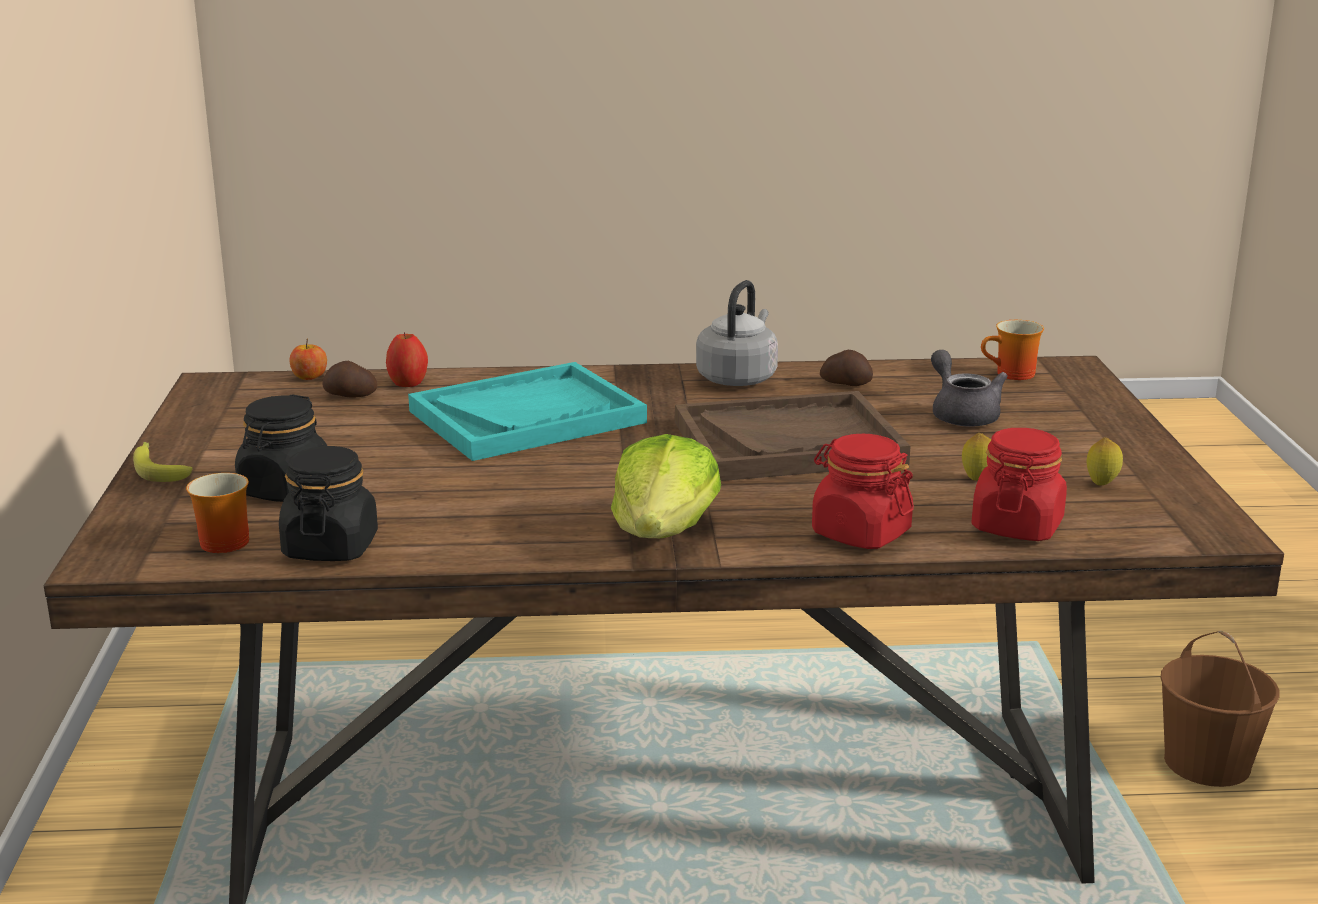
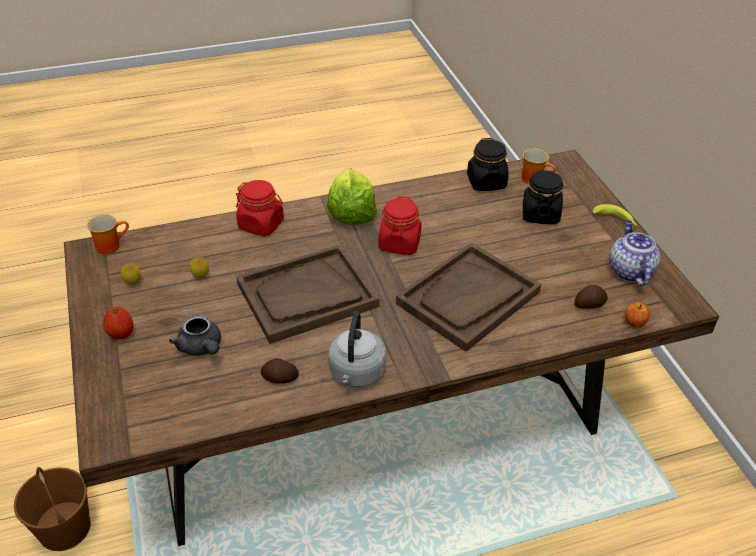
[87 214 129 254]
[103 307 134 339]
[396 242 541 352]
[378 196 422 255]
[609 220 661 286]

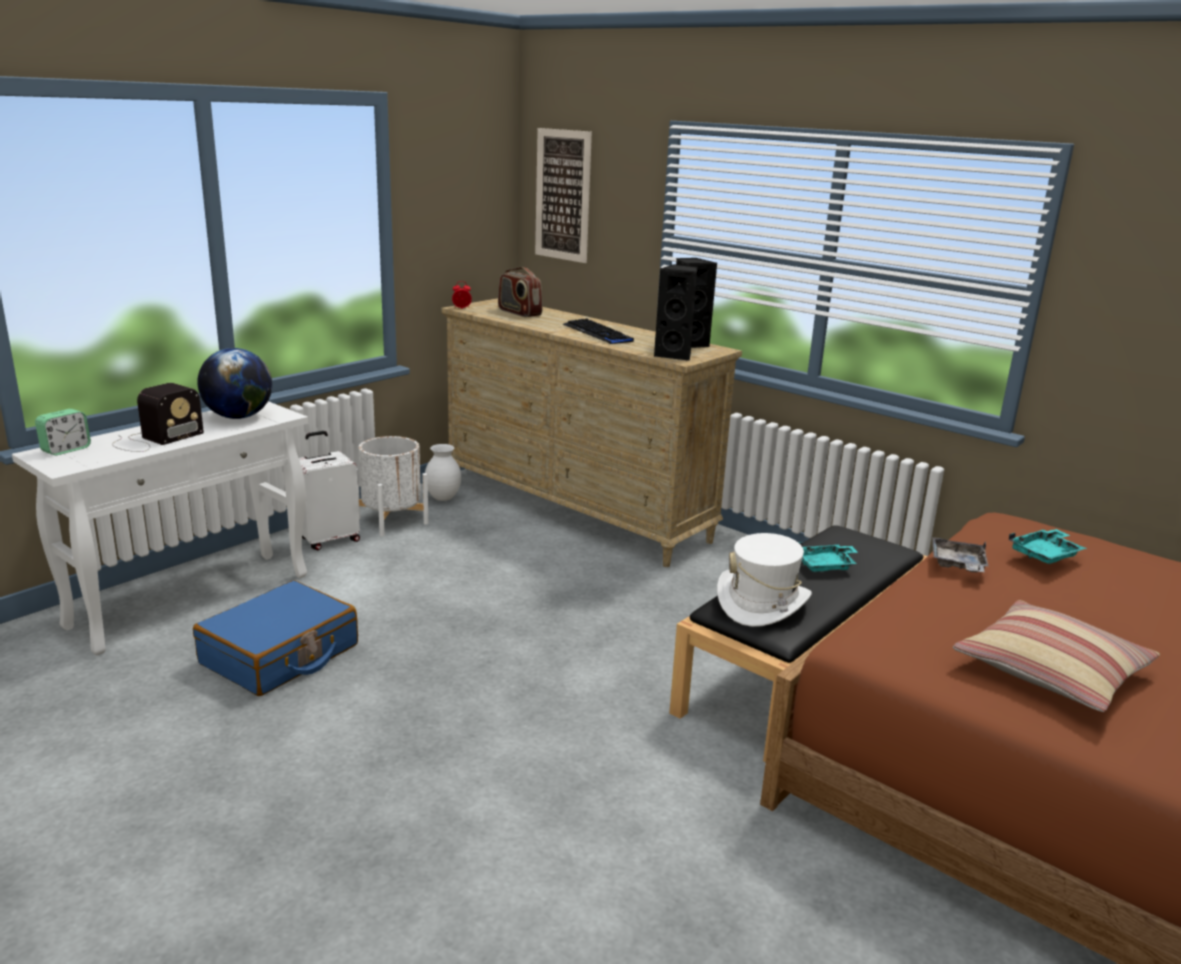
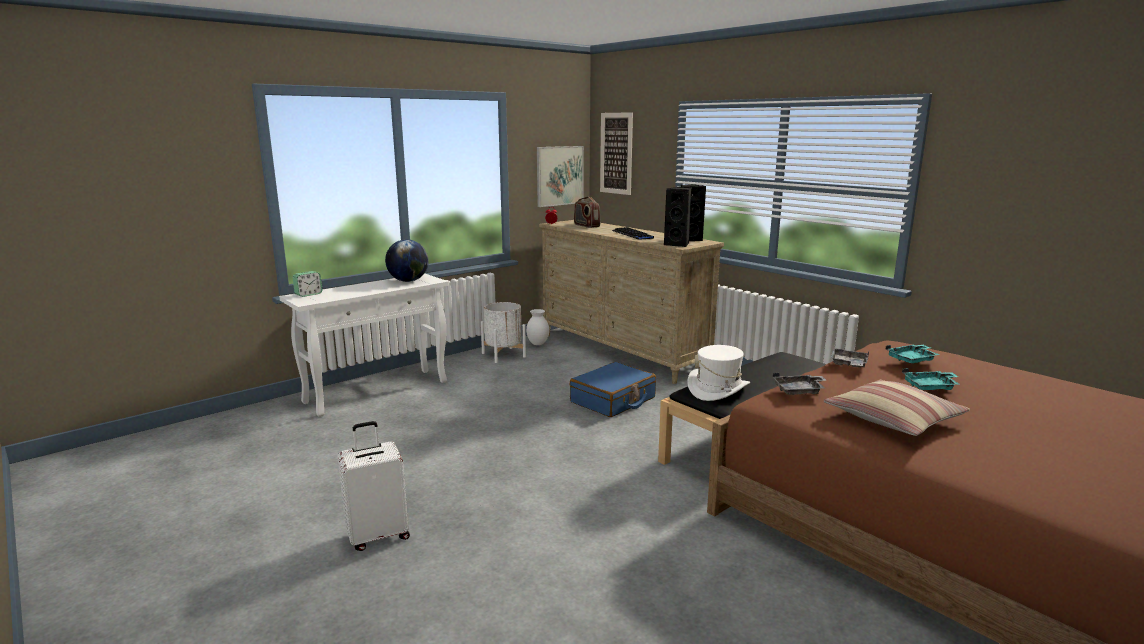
[112 383 204 452] (first image)
[338 421 410 551]
[902 368 960 390]
[570 362 656 417]
[537 146 584 207]
[773 373 827 395]

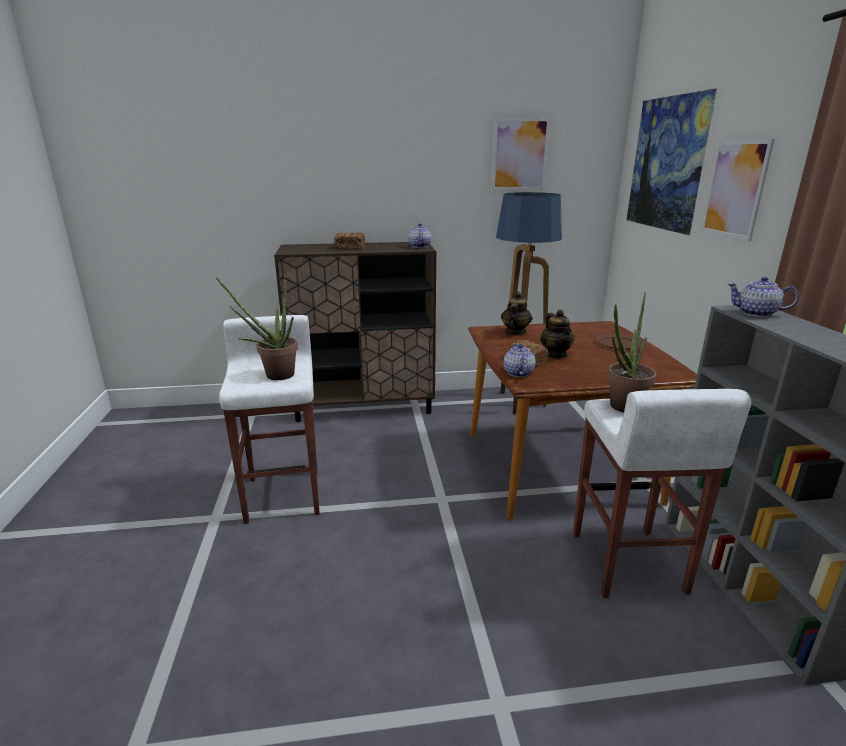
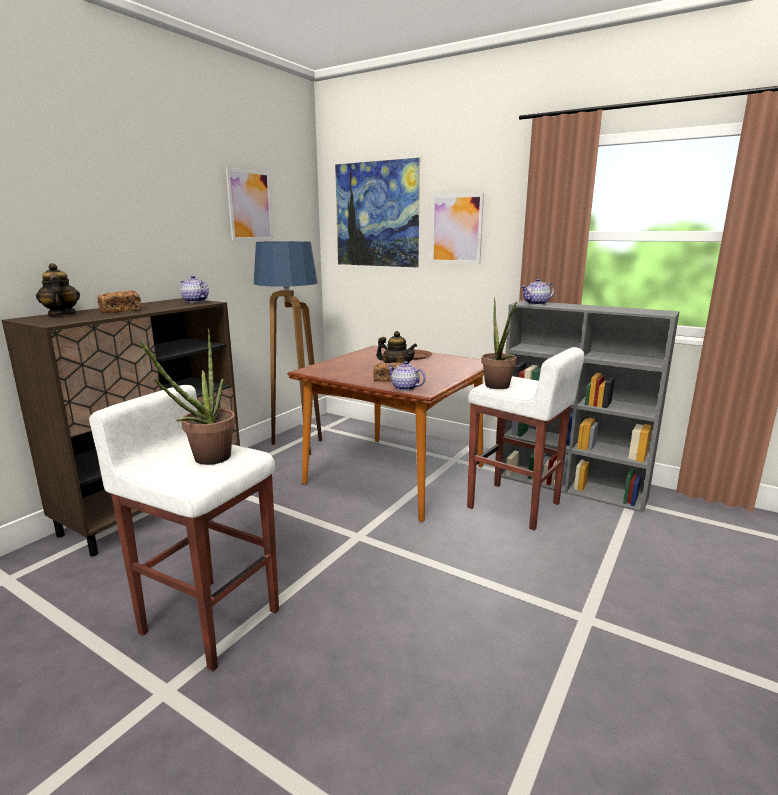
[36 263 80 316]

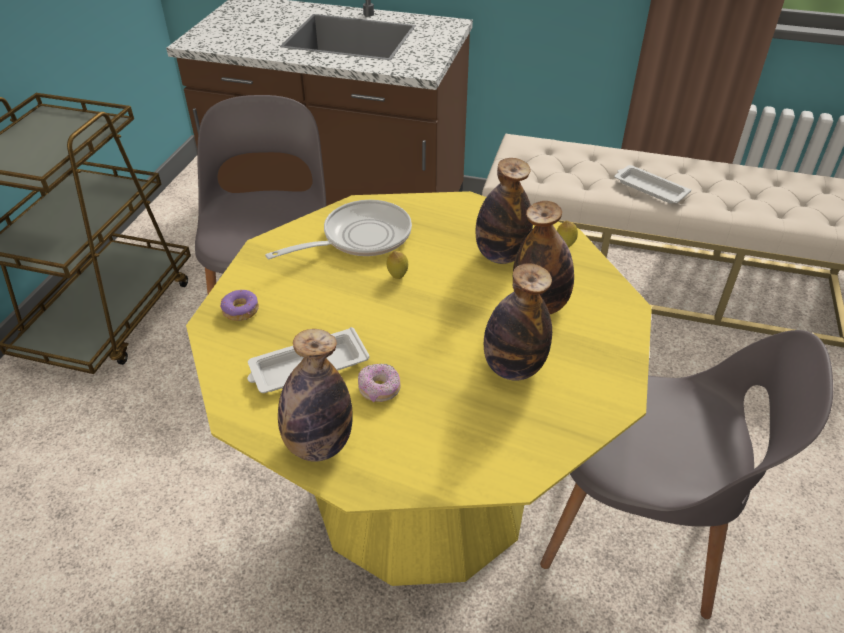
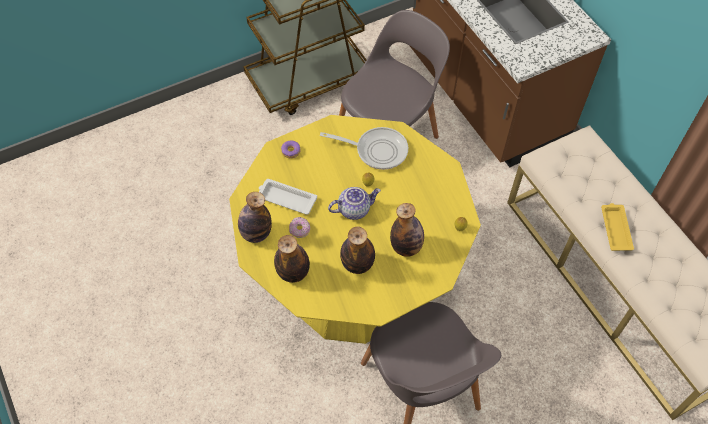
[274 235 310 283]
[601 203 634 251]
[328 187 381 220]

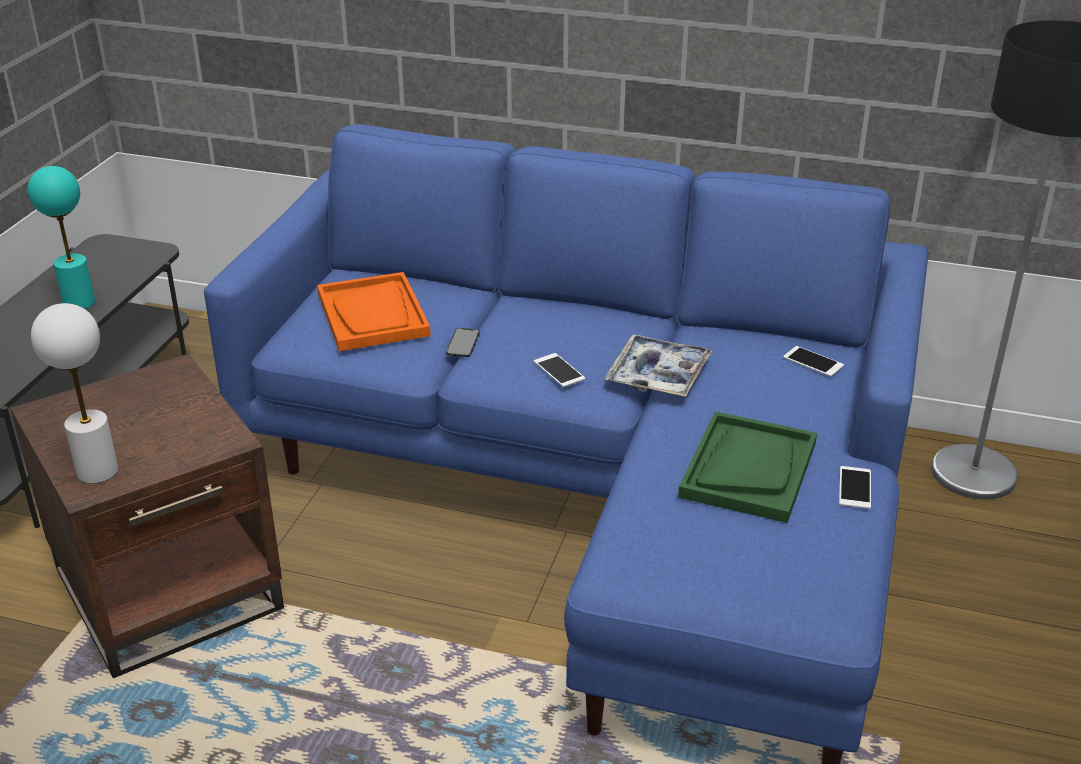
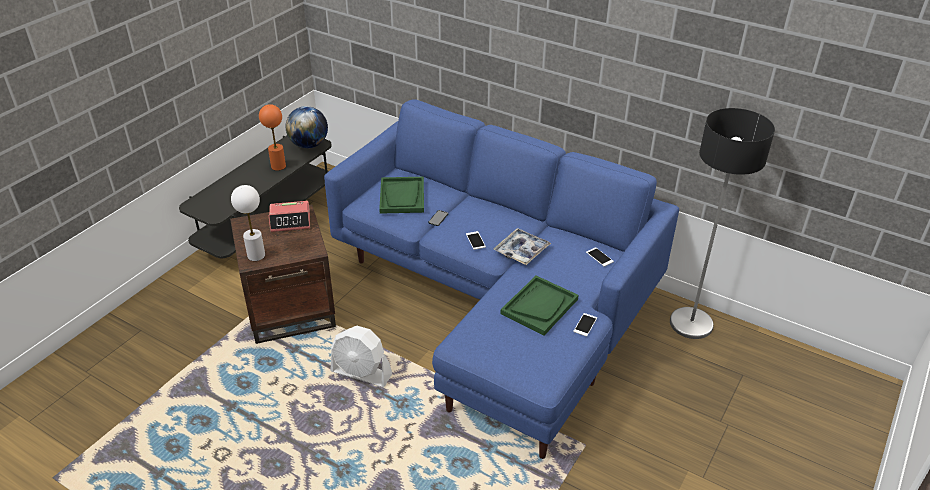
[259 104 286 171]
[379 177 424 214]
[286 106 328 148]
[269 201 310 232]
[330 326 392 387]

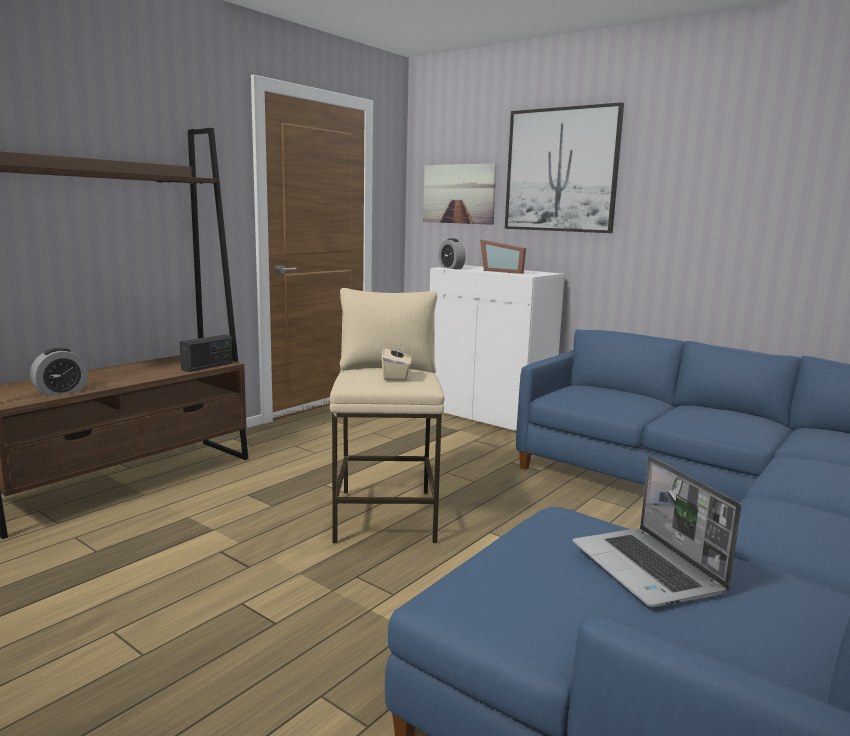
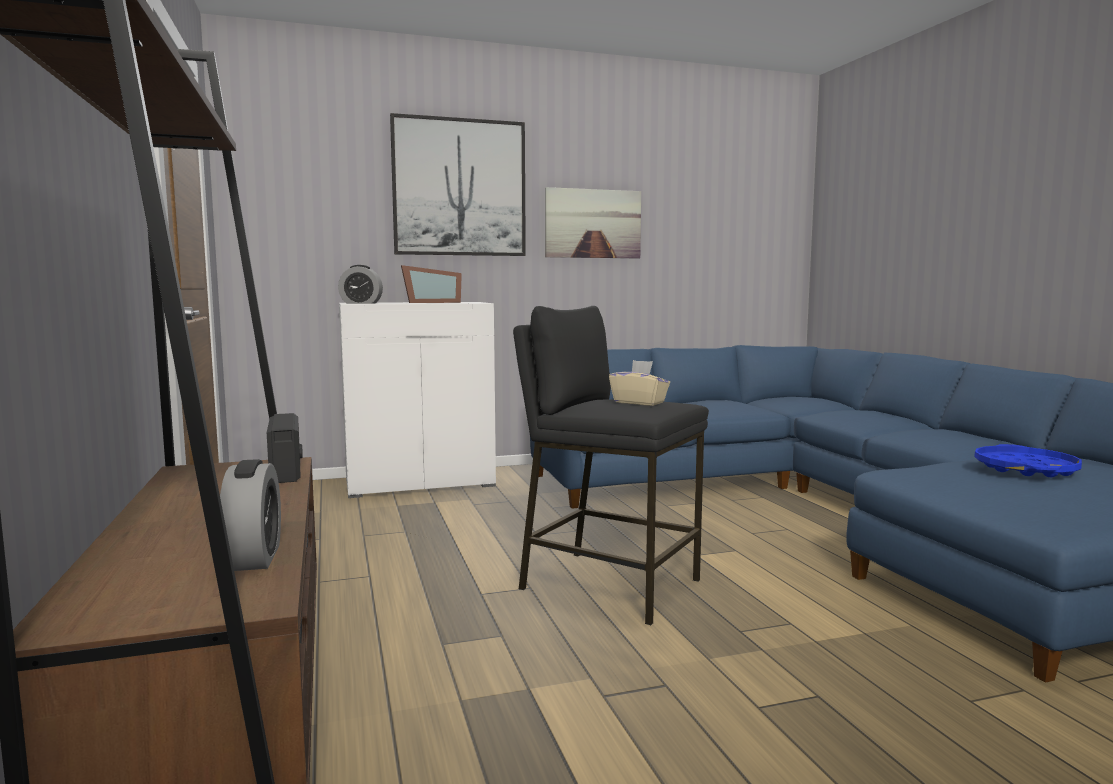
[545 187 641 258]
[513 306 709 625]
[974 444 1082 478]

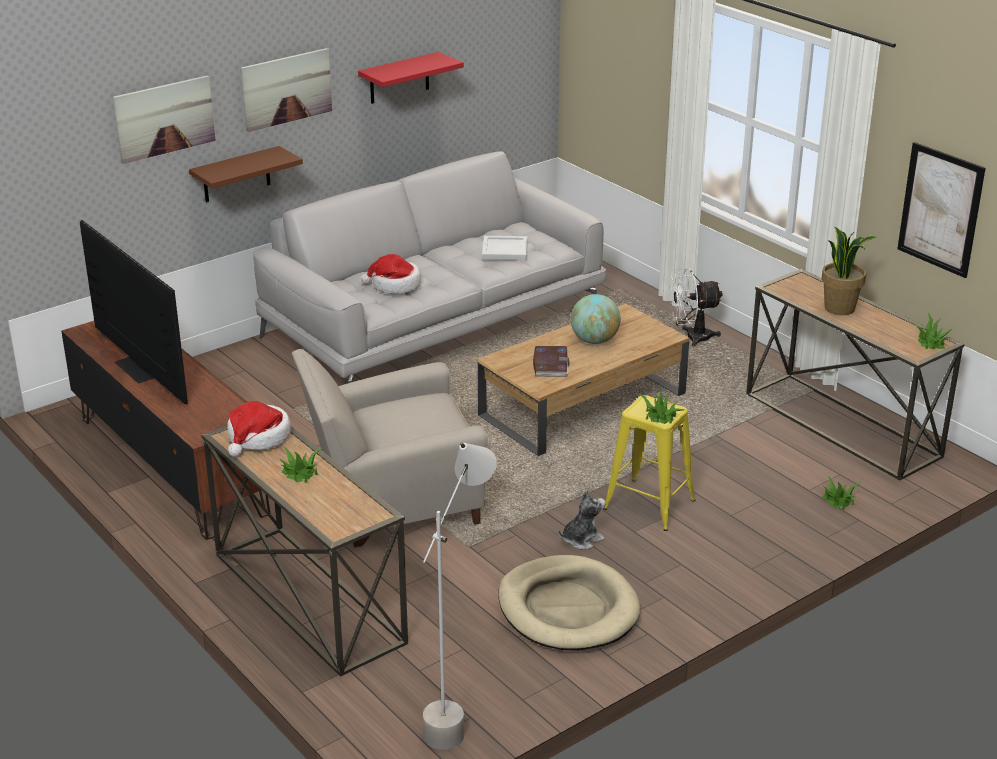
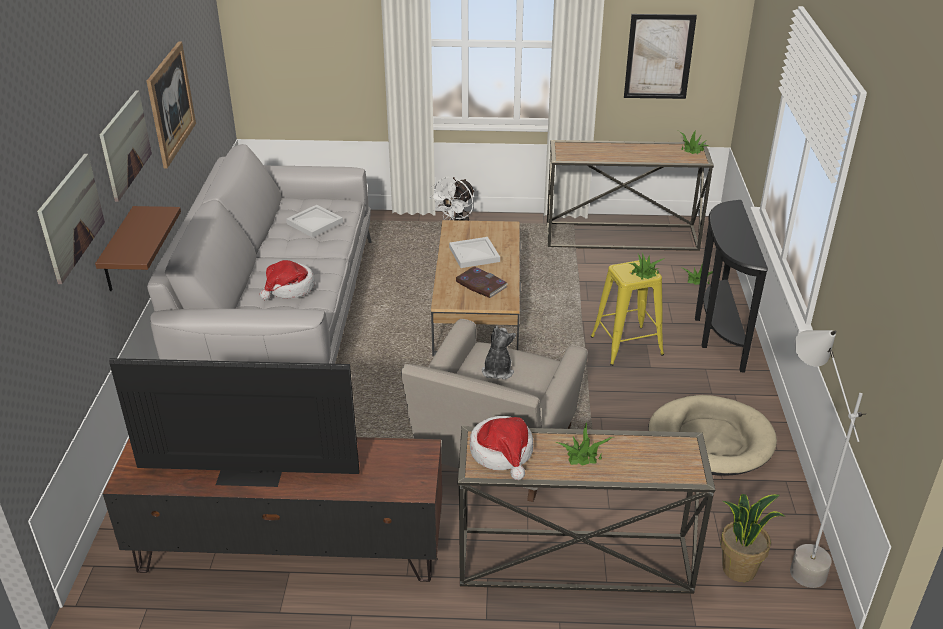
[147 41 196 168]
[720 494 785 582]
[449 237 500 268]
[482 326 516 379]
[695 200 768 372]

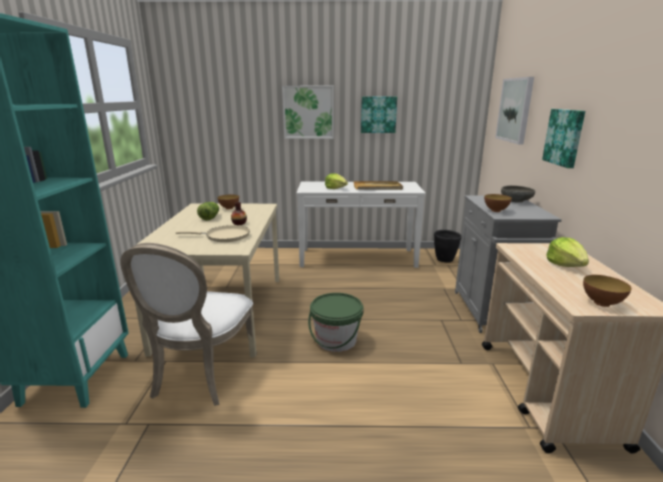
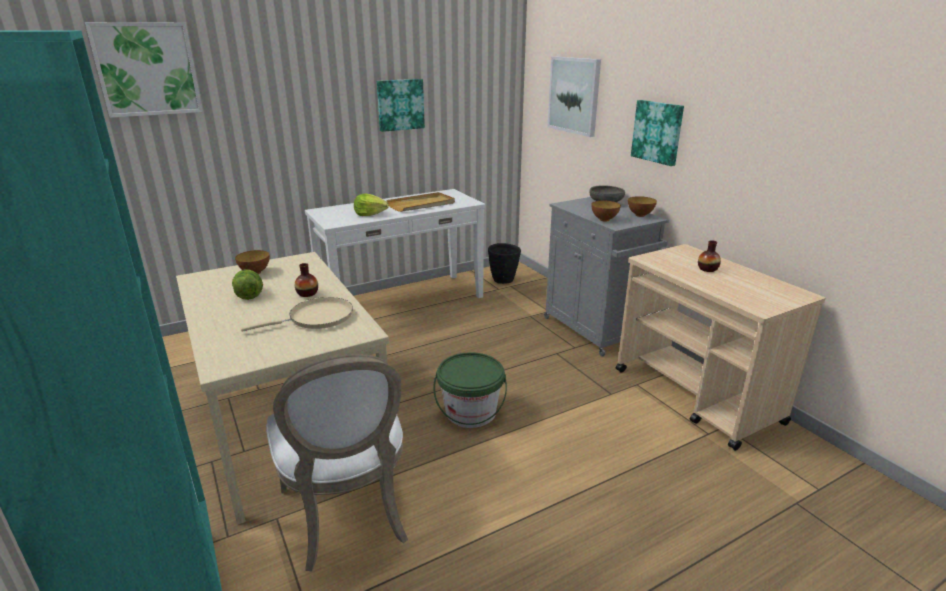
[85 22 203 118]
[698 240 721 272]
[628 196 657 217]

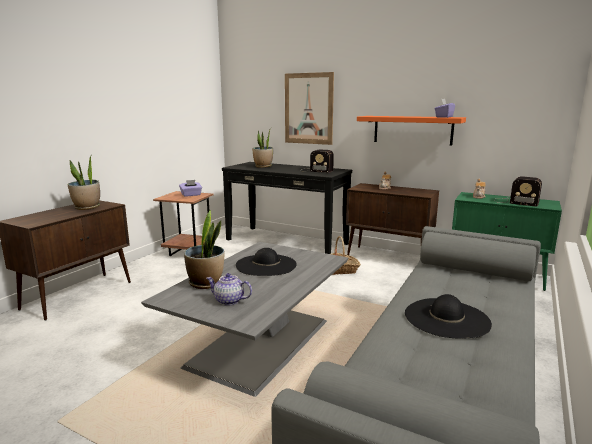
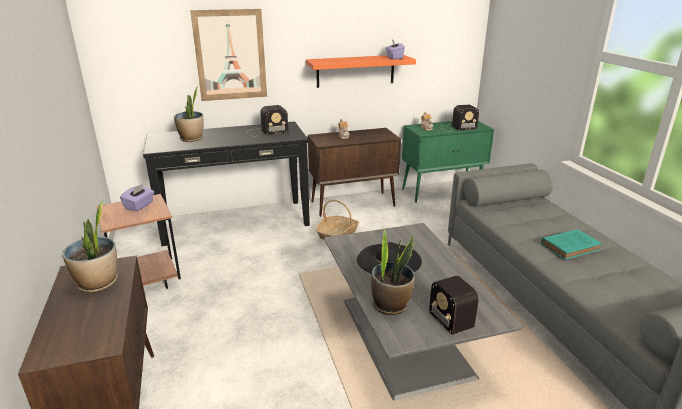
[418 276 479 335]
[541 229 602 260]

